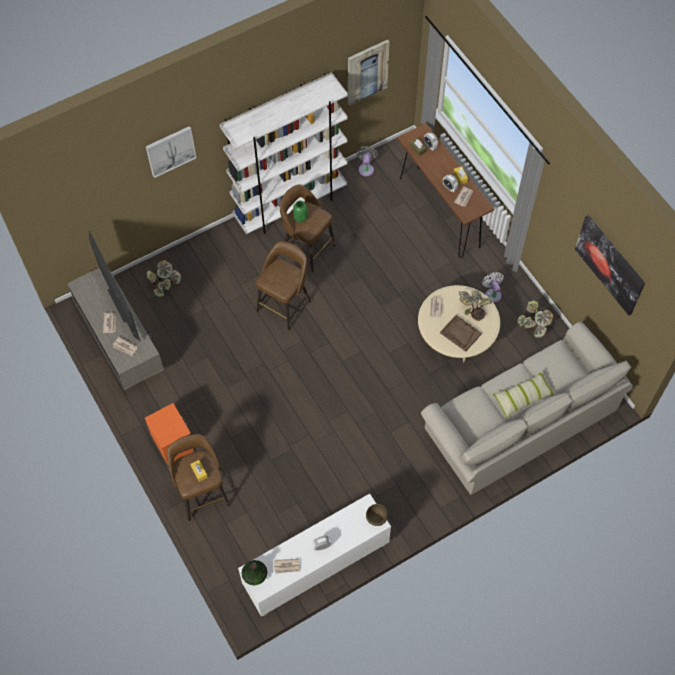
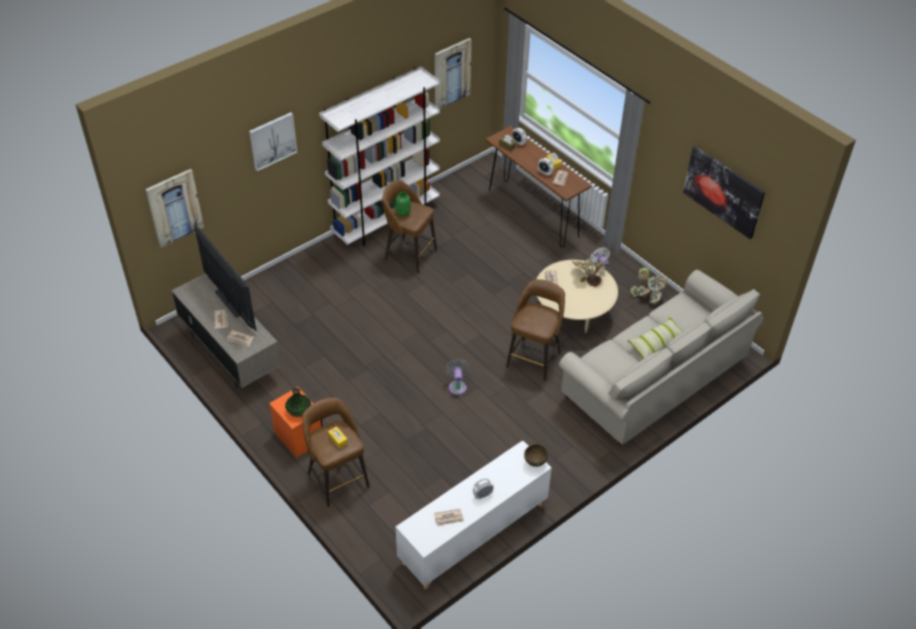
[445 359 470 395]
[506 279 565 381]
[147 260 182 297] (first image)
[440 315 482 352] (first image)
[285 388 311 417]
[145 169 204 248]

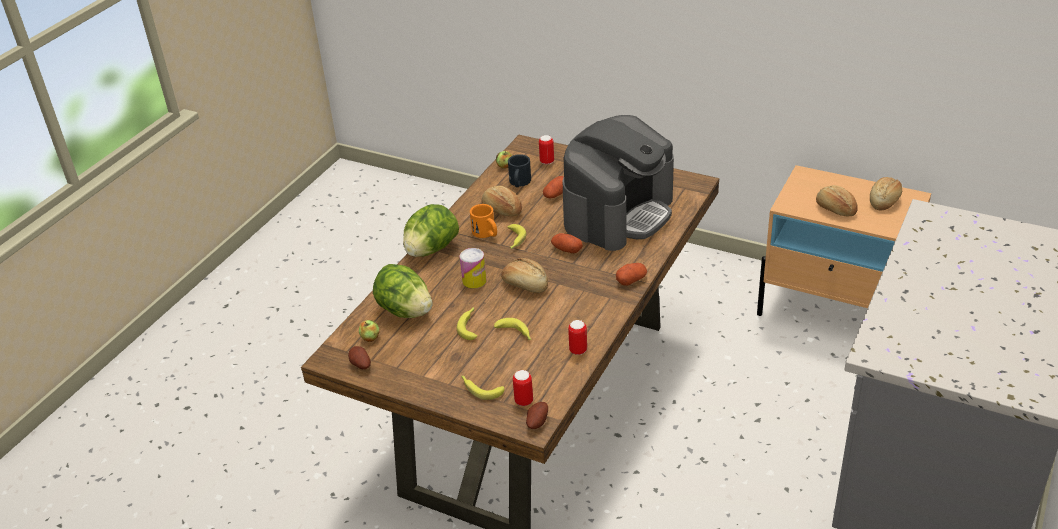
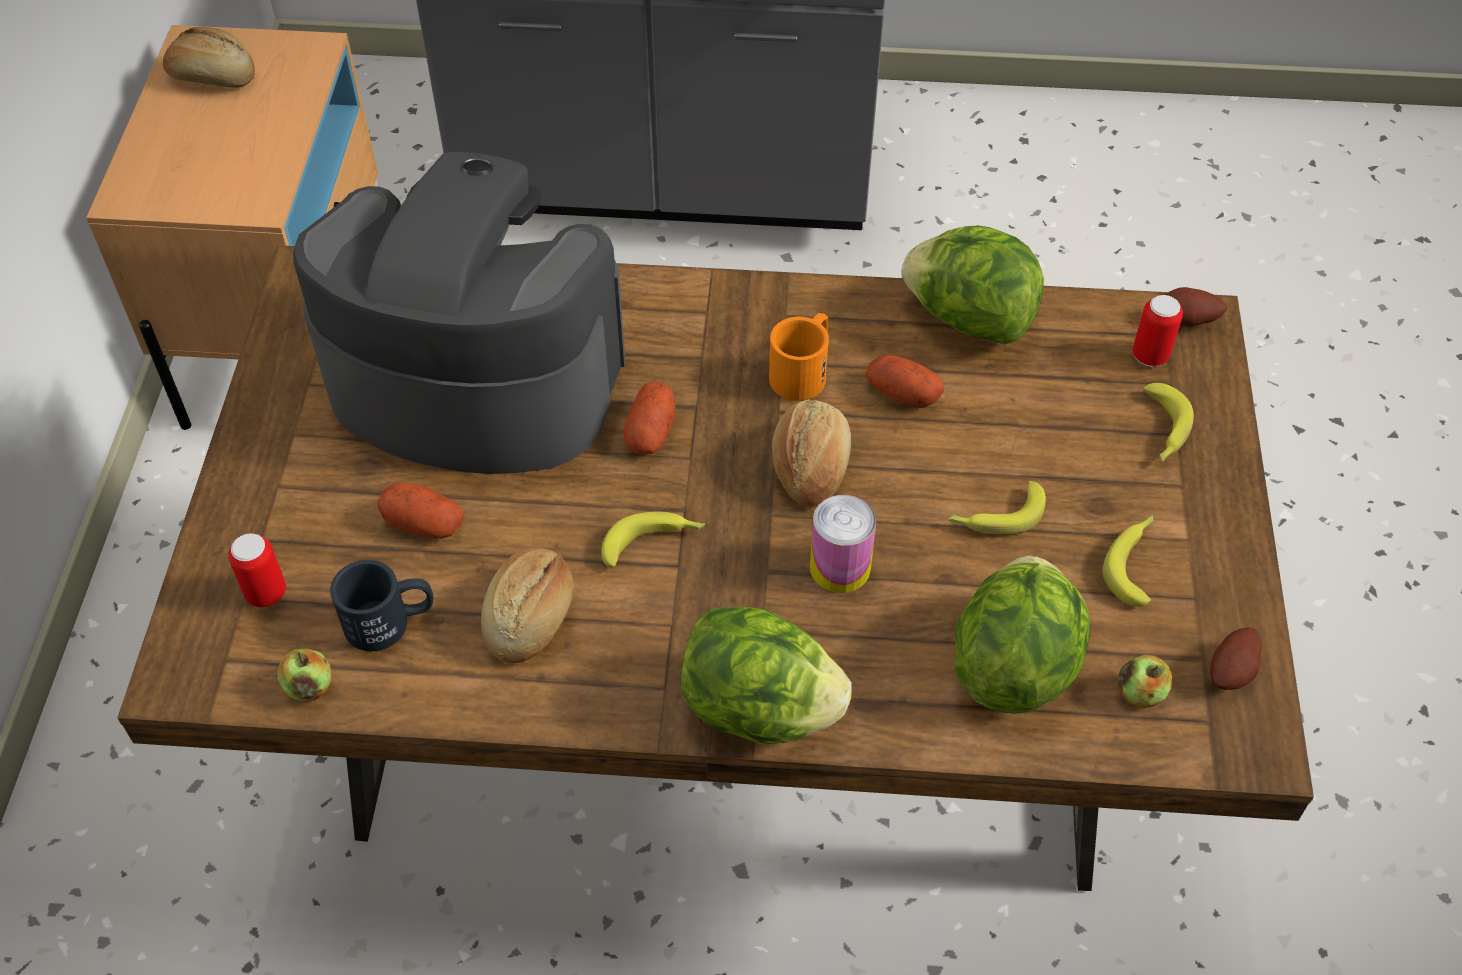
[816 185 858 217] (first image)
[769 313 829 401]
[865 355 944 408]
[1103 515 1154 607]
[901 226 1044 345]

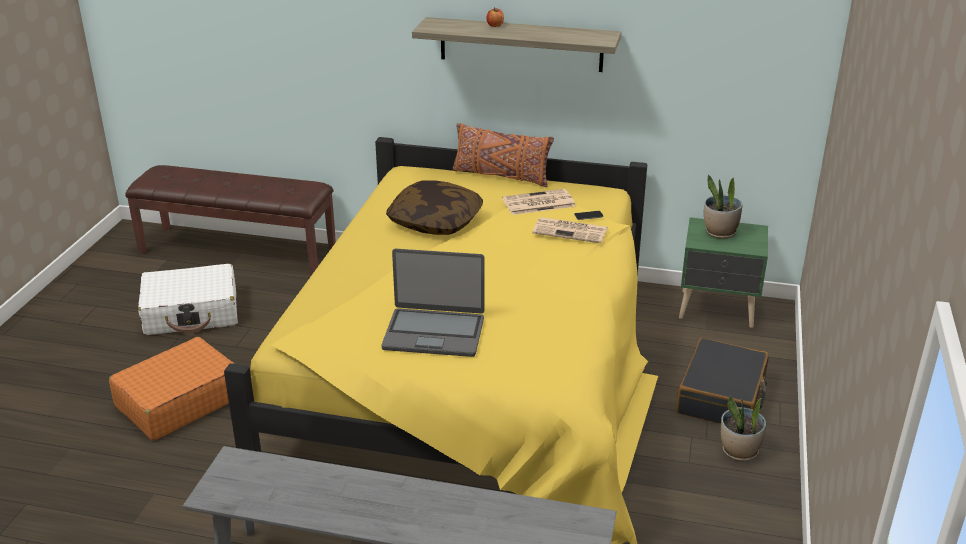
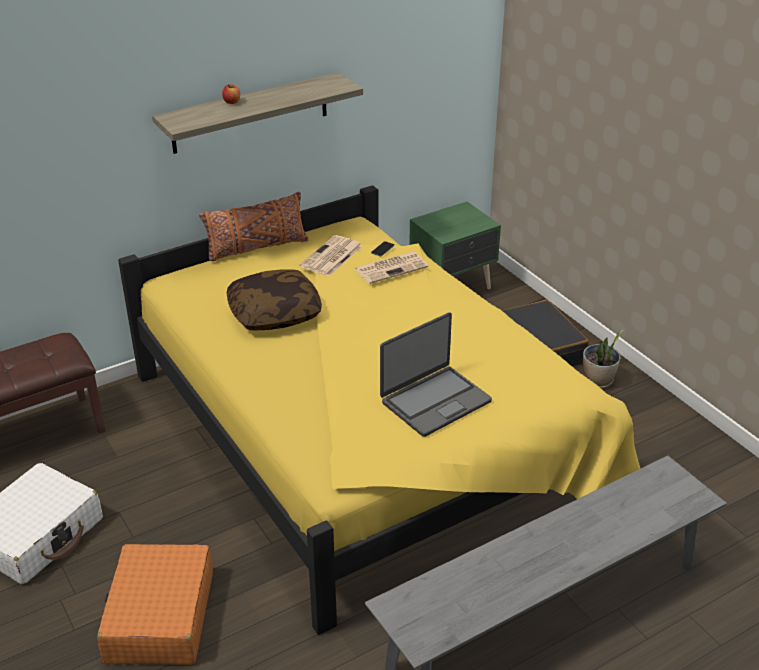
[704 175 743 239] (first image)

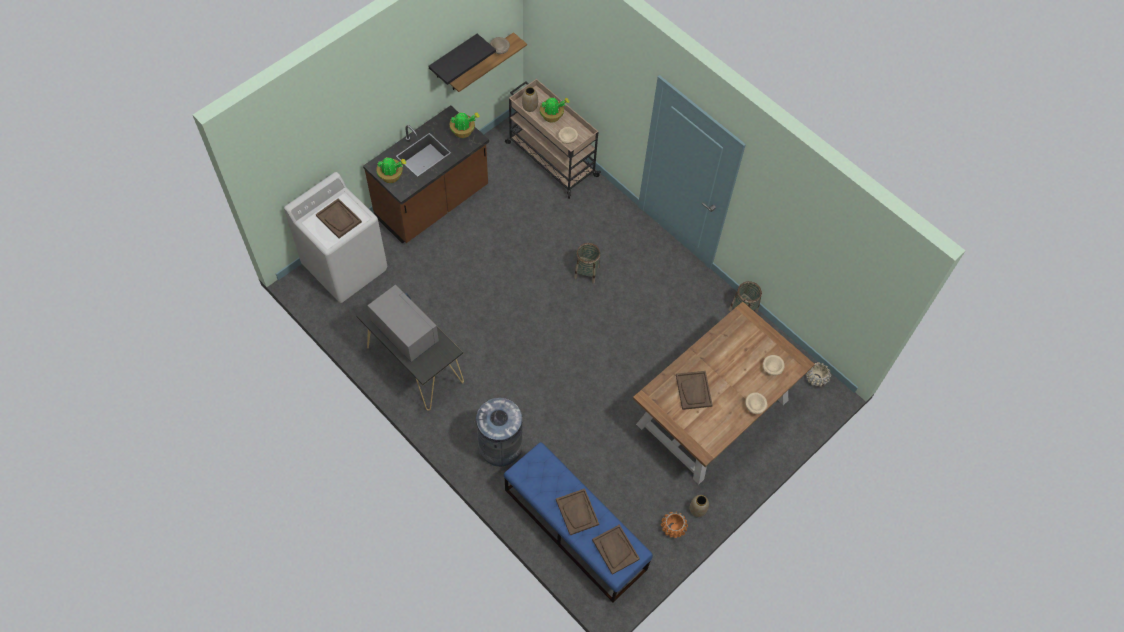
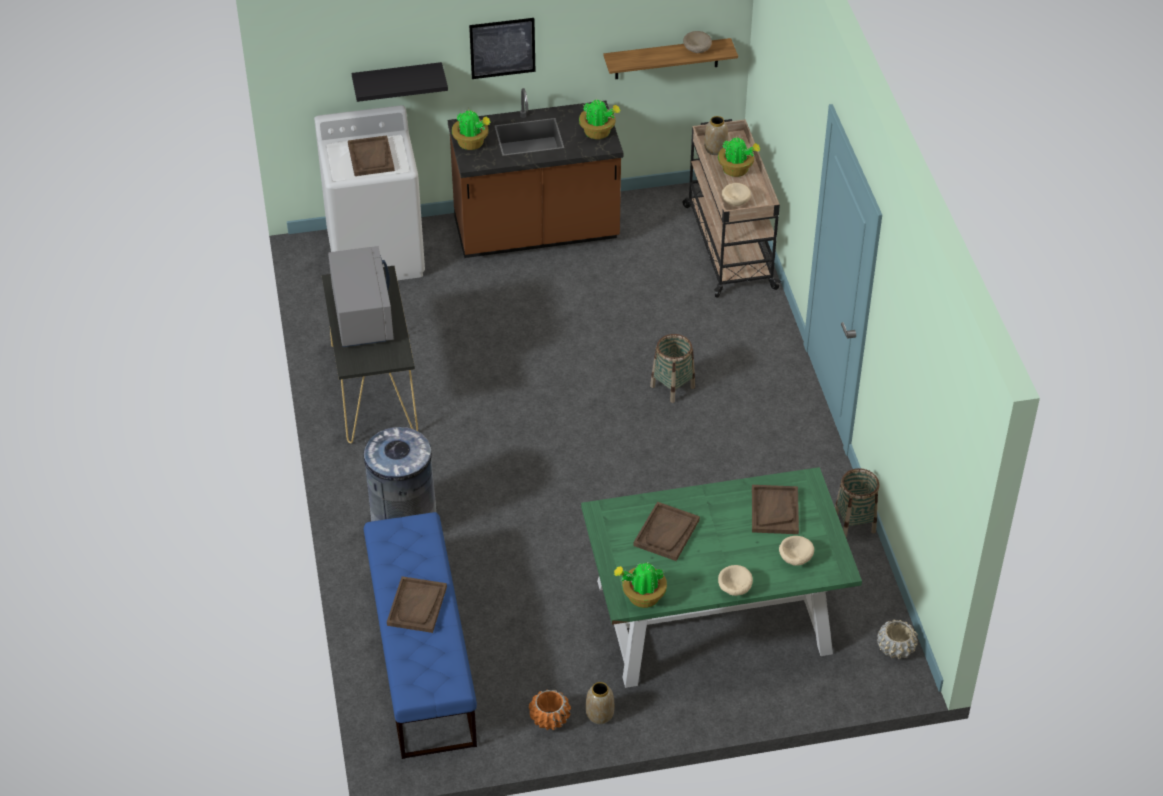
[352 62 448 102]
[581 467 862 688]
[752 485 799 534]
[469 18 535 79]
[614 561 667 608]

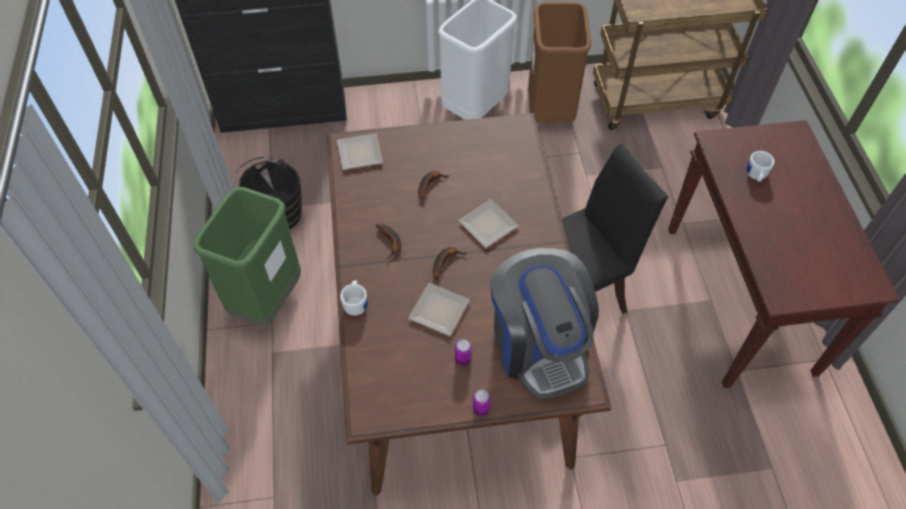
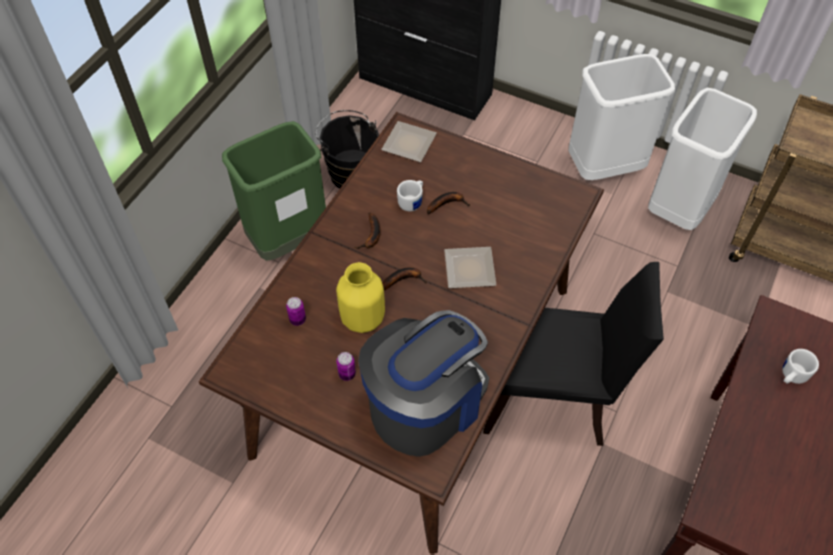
[648 88 757 230]
[358 310 489 457]
[397 180 423 211]
[336 262 385 333]
[286 297 306 326]

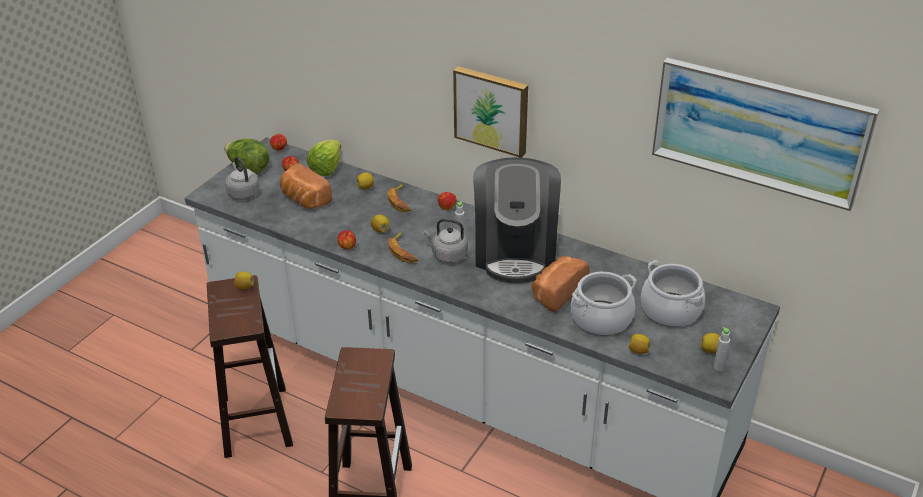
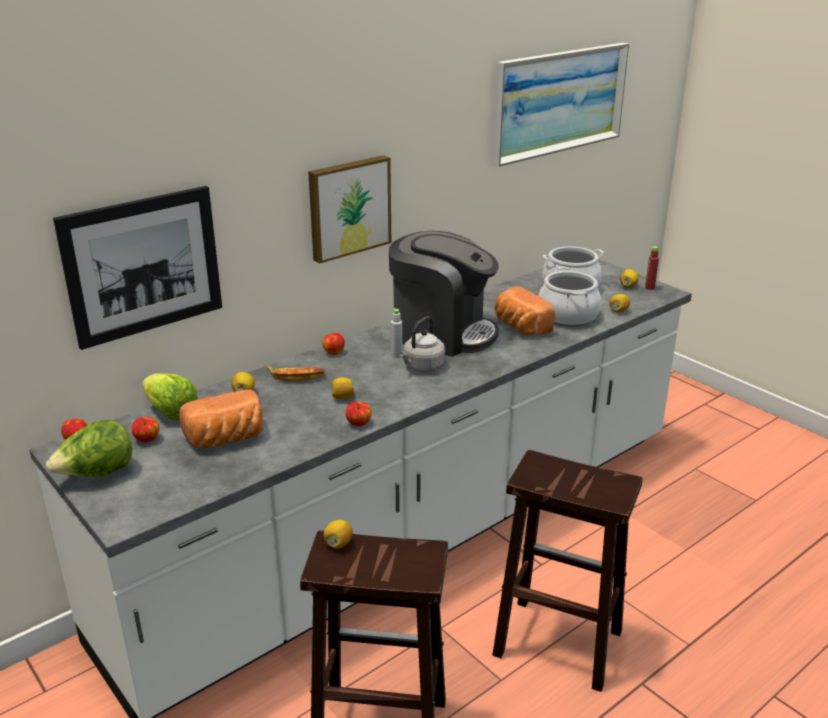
[225 157 260 200] (first image)
[388 232 418 263] (first image)
[645 246 659 290]
[53 186 222 350]

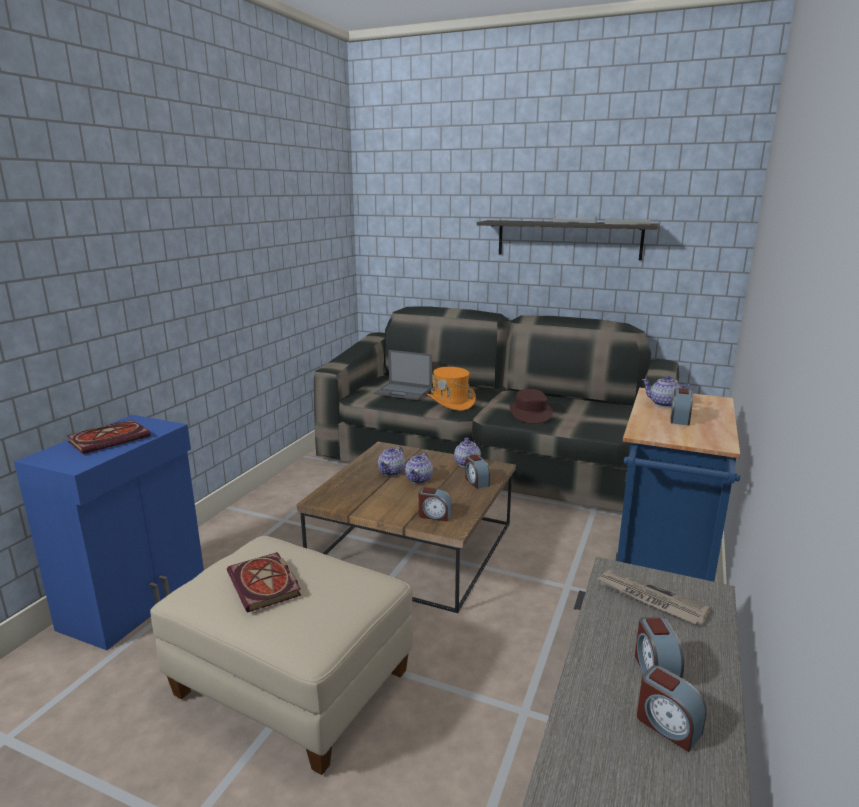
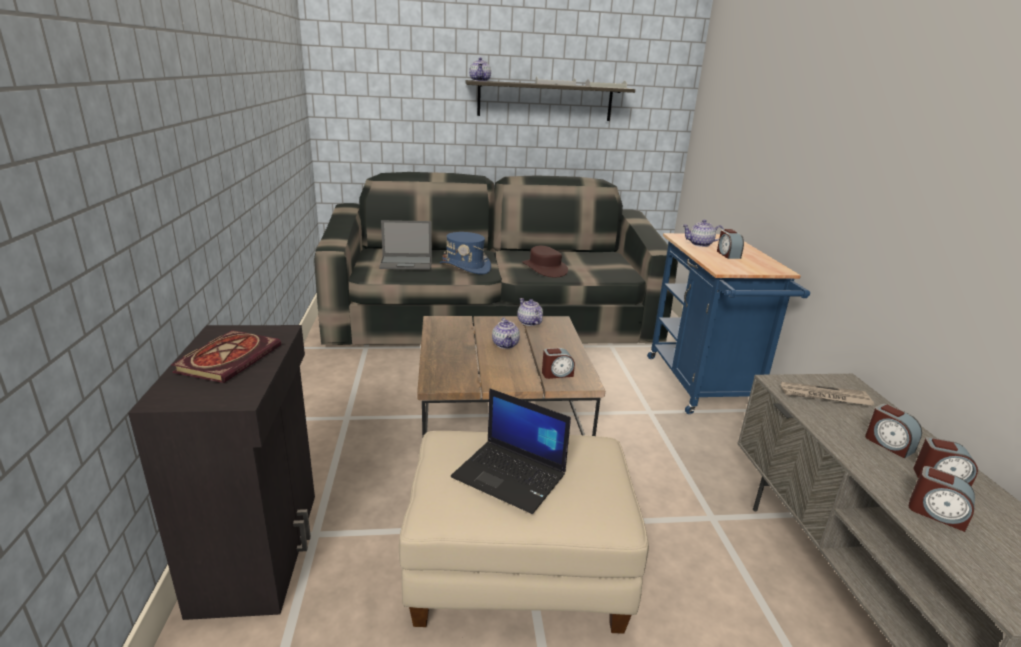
[440 232 491 275]
[128 325 315 620]
[469 57 491 81]
[909 466 975 532]
[451 389 571 514]

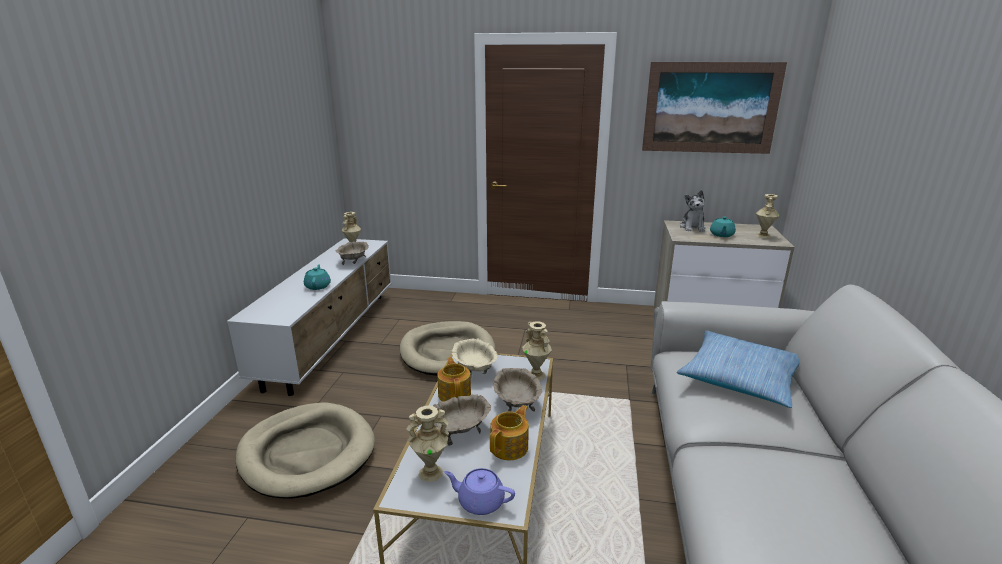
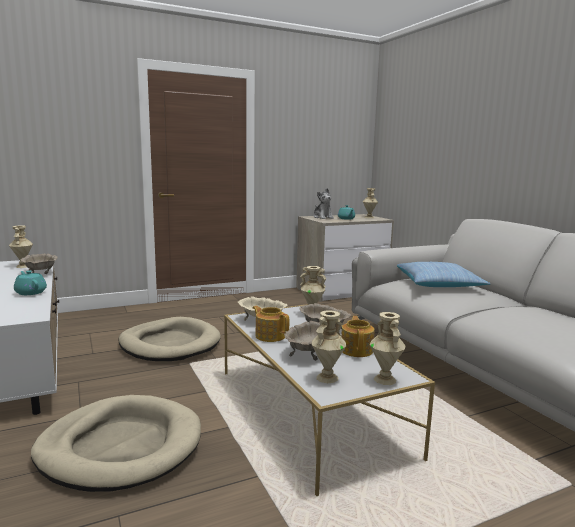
[642 62 787 154] (first image)
[370 312 406 385]

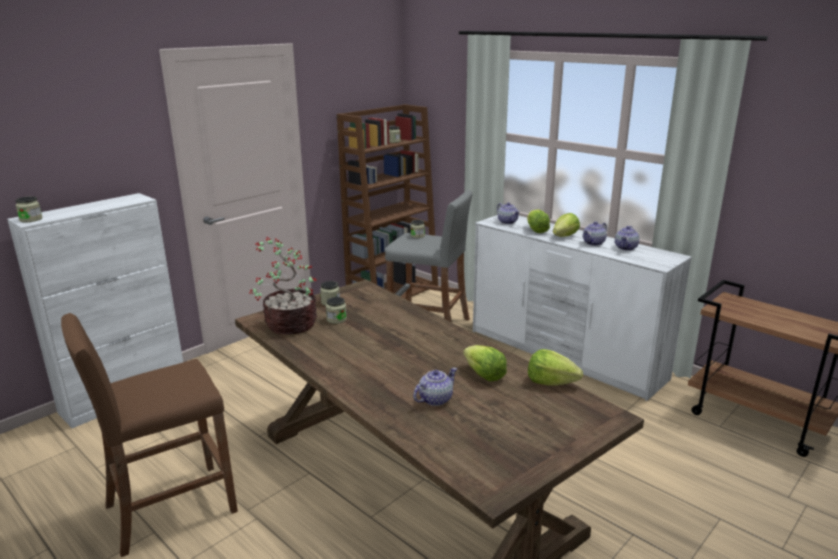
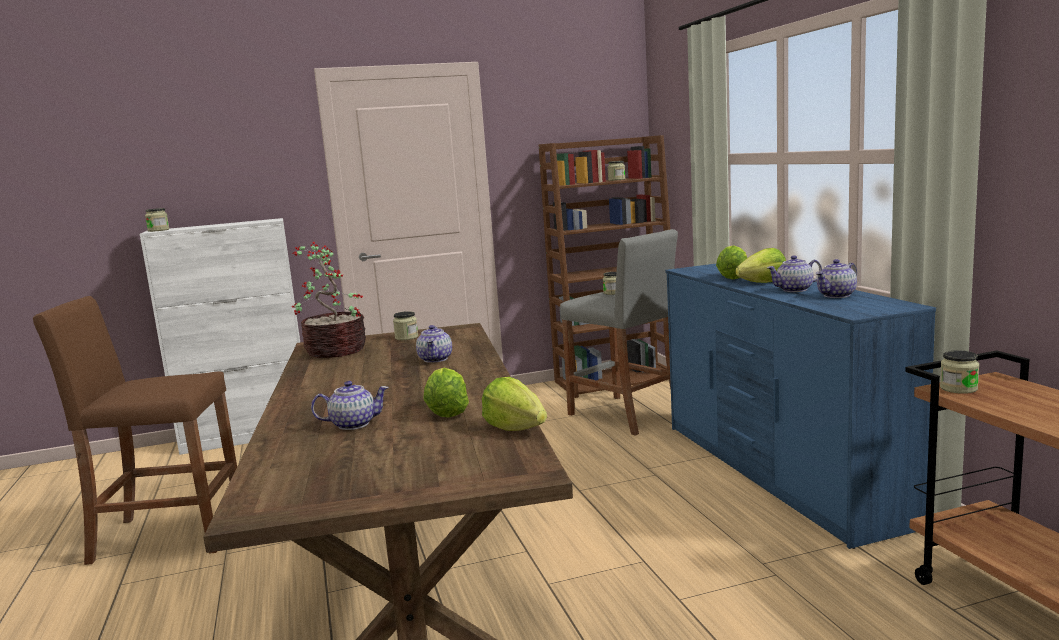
[416 325 452 363]
[665 264 936 549]
[940 350 979 394]

